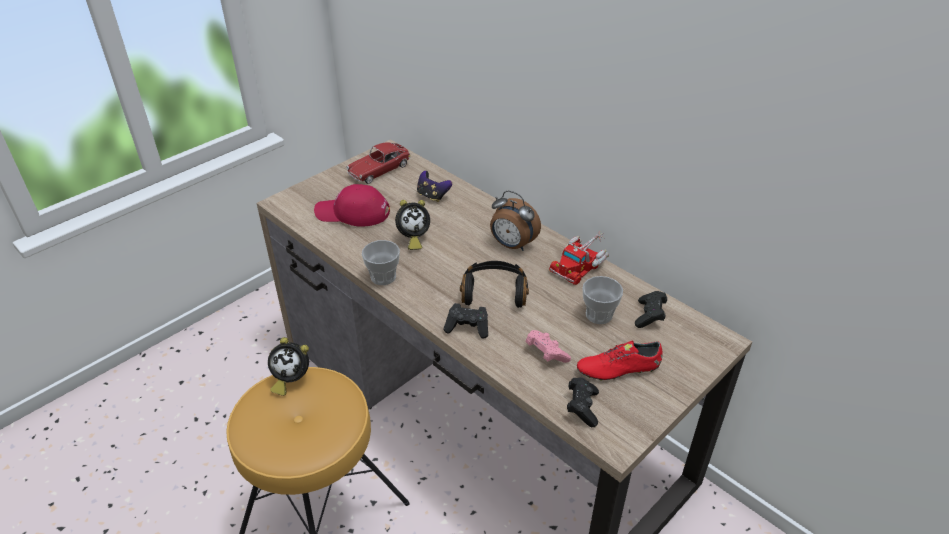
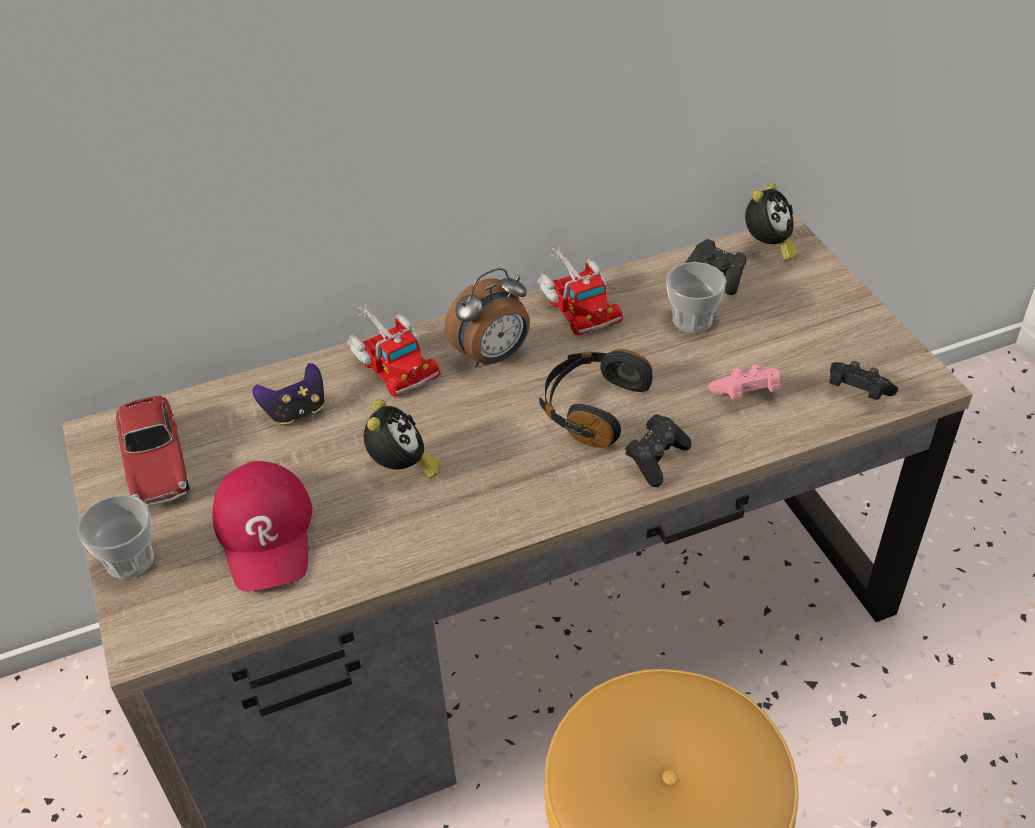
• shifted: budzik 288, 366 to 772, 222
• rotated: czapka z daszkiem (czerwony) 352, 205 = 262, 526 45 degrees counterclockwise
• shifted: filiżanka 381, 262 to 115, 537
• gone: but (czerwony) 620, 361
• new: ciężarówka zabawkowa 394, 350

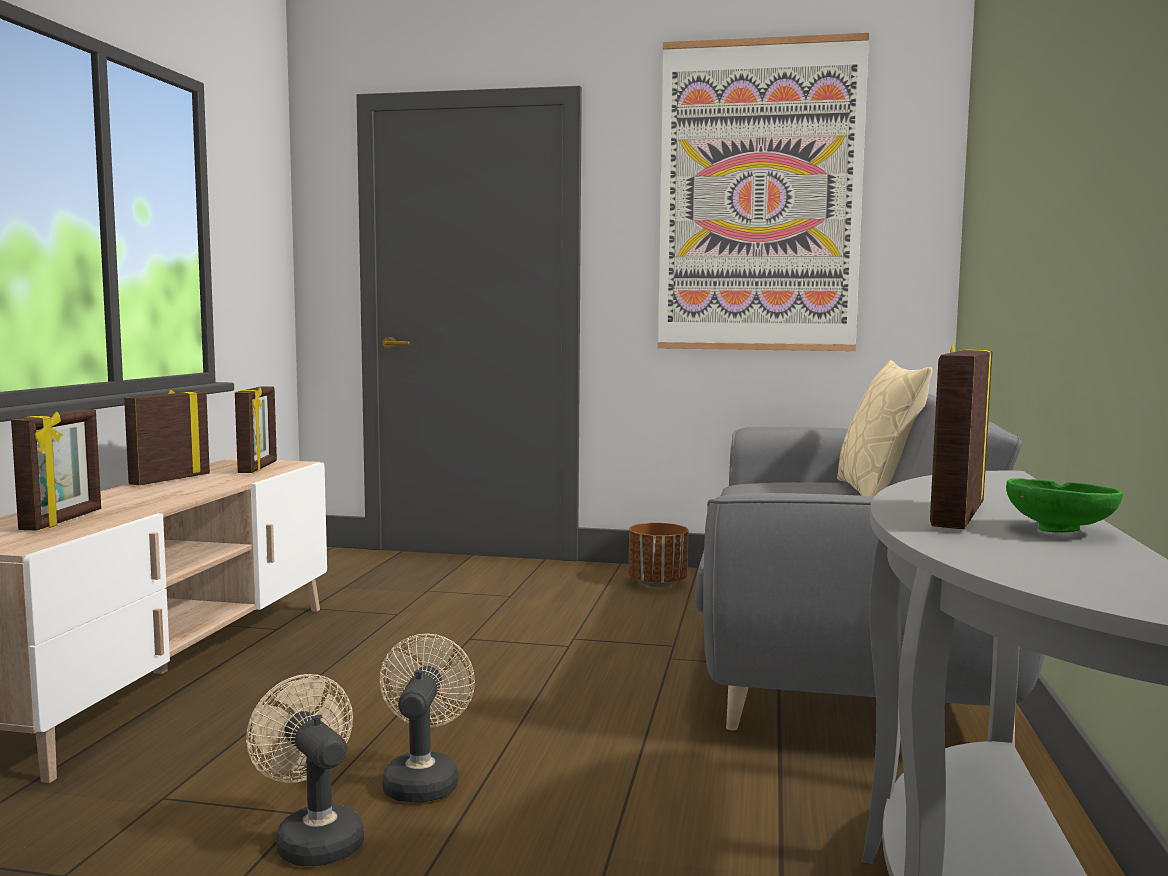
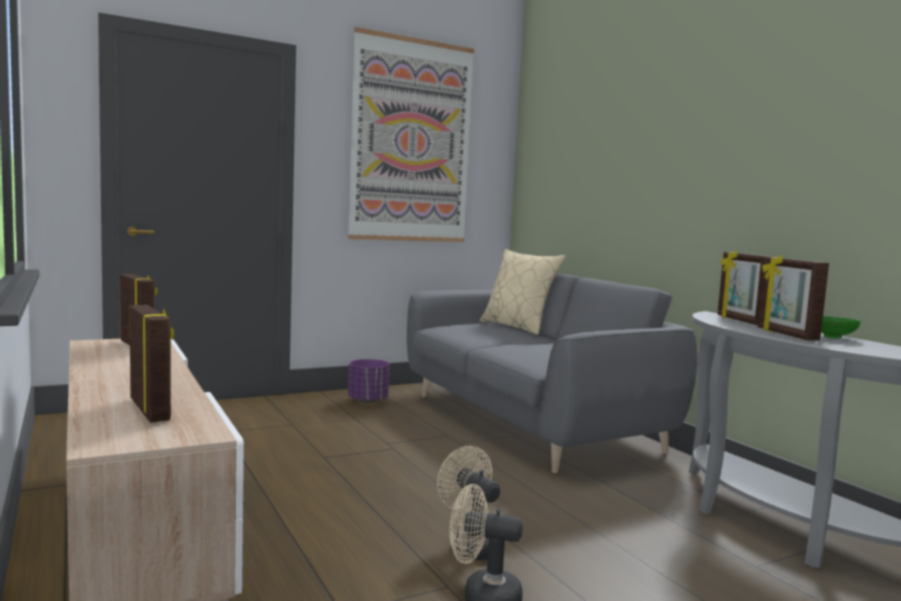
• shifted: ramka na zdjęcie 167, 437 to 745, 288
• repainted: donica (brązowy) 658, 555 to donica (fioletowy) 369, 381

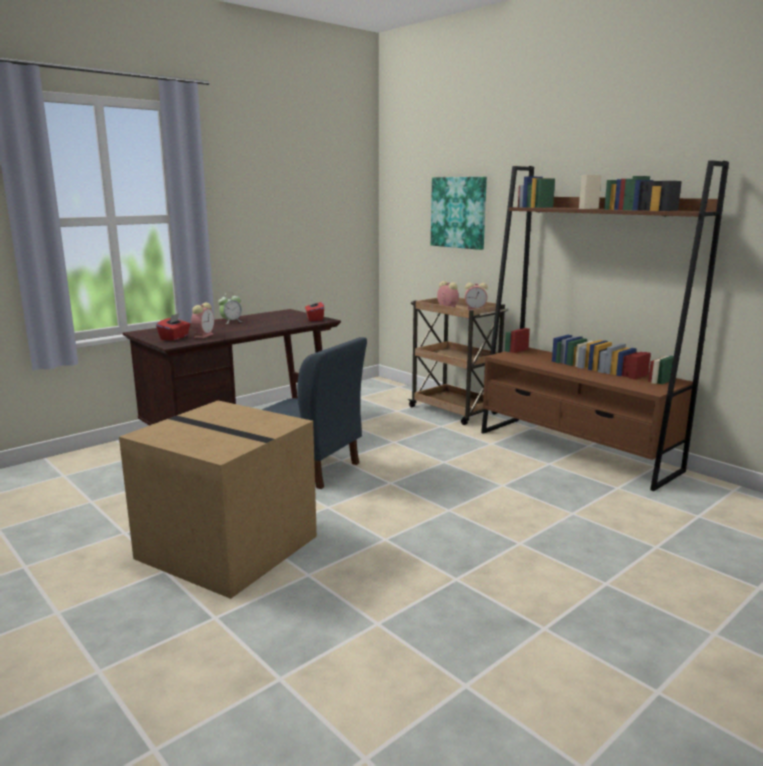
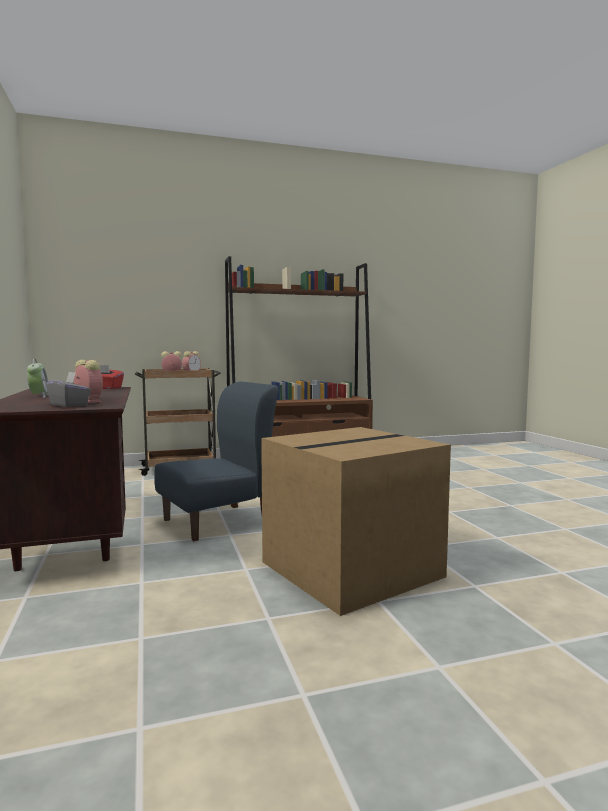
• repainted: pudełko chusteczek (czerwony) 173, 327 to pudełko chusteczek (szary) 68, 389
• gone: obraz 459, 213

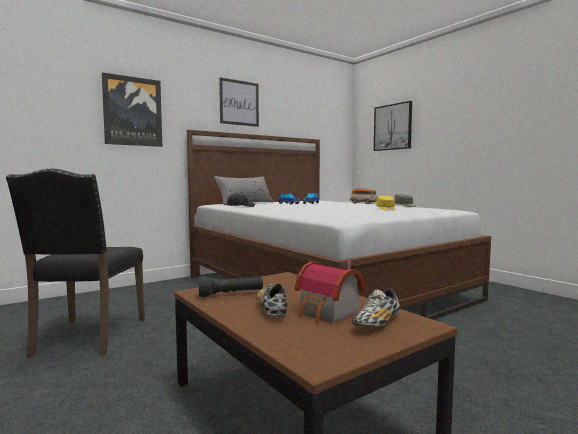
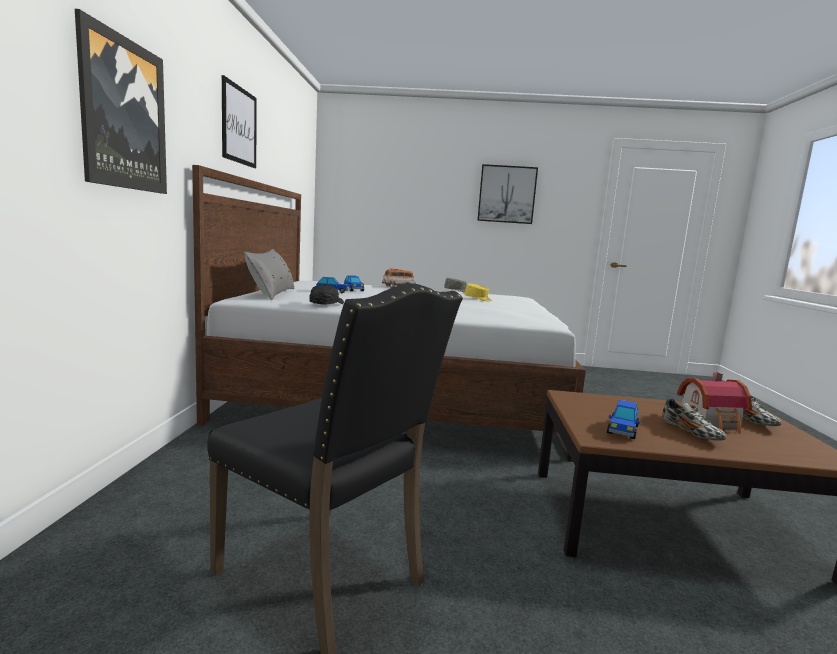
• swapped: latarka (czarny) 231, 286 to samochodzik 623, 419
• rotated: but 272, 300 = 694, 420 135 degrees counterclockwise
• shifted: obraz 393, 126 to 507, 194

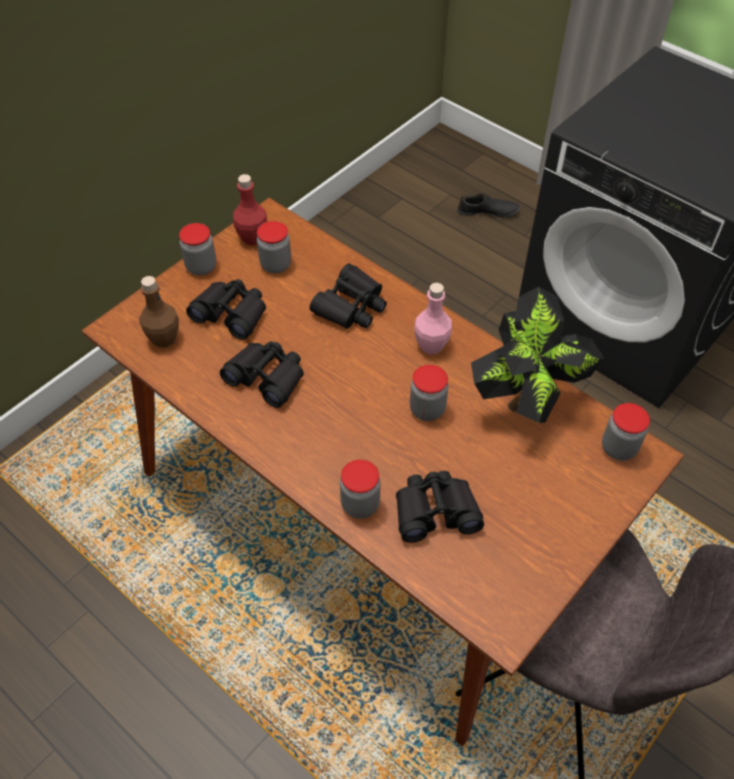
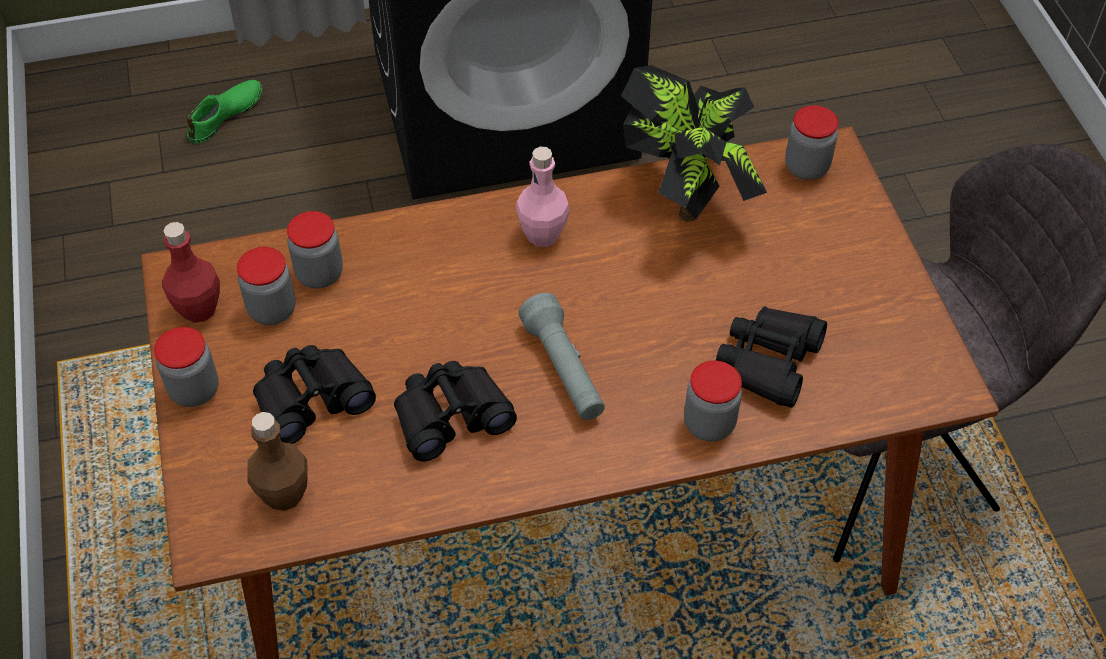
• gone: lornetka (czarny) 348, 296
• shifted: słoik 429, 393 to 315, 250
• repainted: but (czarny) 488, 205 to but (zielony) 224, 112
• new: latarka (szary) 561, 356

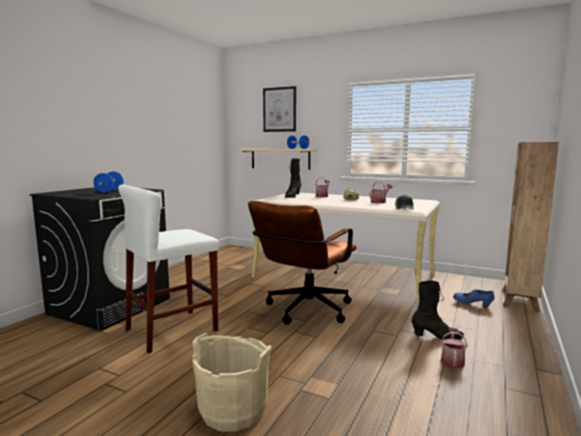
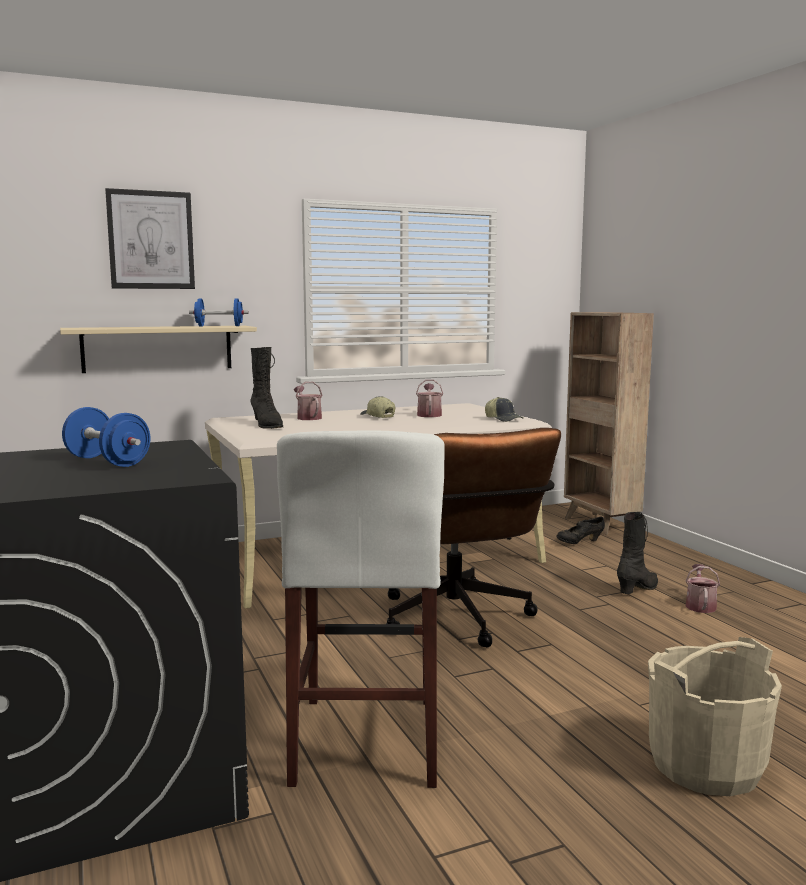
• rotated: konewka 454, 348 = 703, 588 45 degrees clockwise
• repainted: but (niebieski) 473, 298 to but (czarny) 580, 530

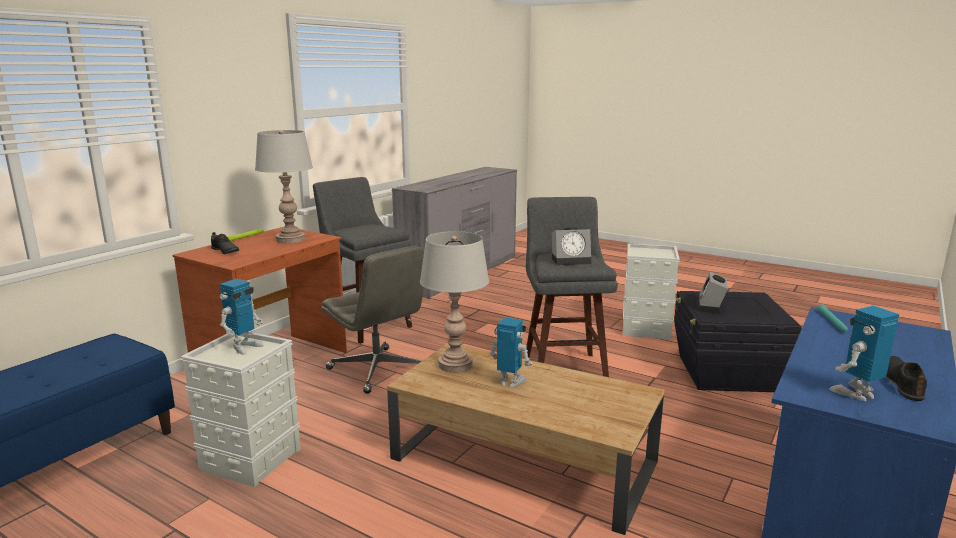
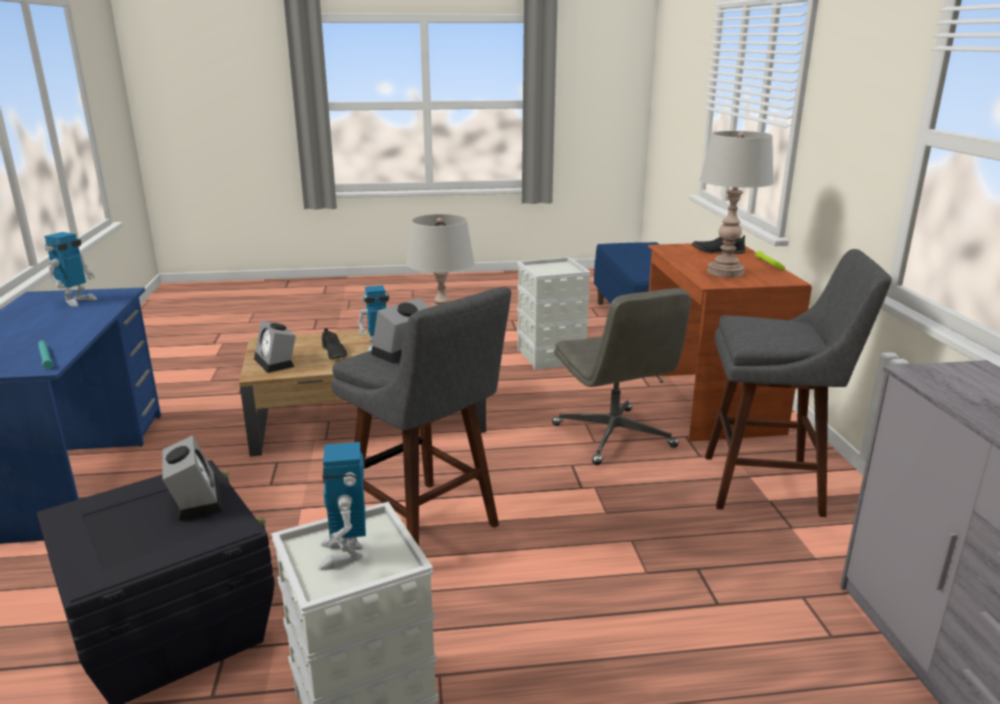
• shifted: robot zabawkowy 241, 317 to 342, 506
• rotated: krzesło biurowe (szary) 372, 320 = 621, 376 120 degrees counterclockwise
• shifted: but (czarny) 906, 378 to 334, 343
• new: budzik 275, 347

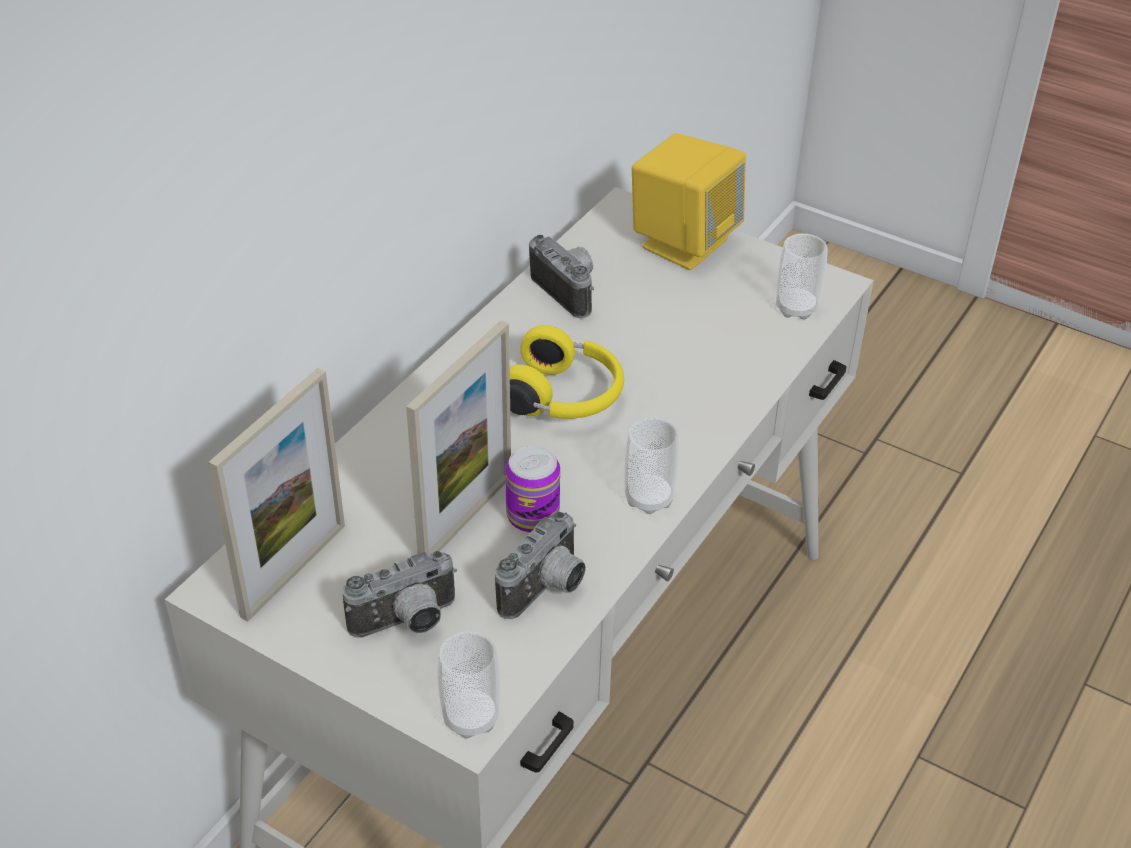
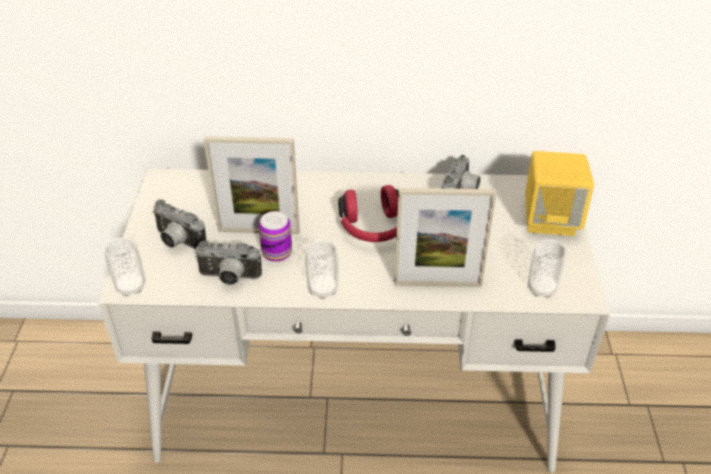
• shifted: ramka na zdjęcie 277, 494 to 445, 237
• repainted: słuchawki (żółty) 567, 372 to słuchawki (czerwony) 368, 213

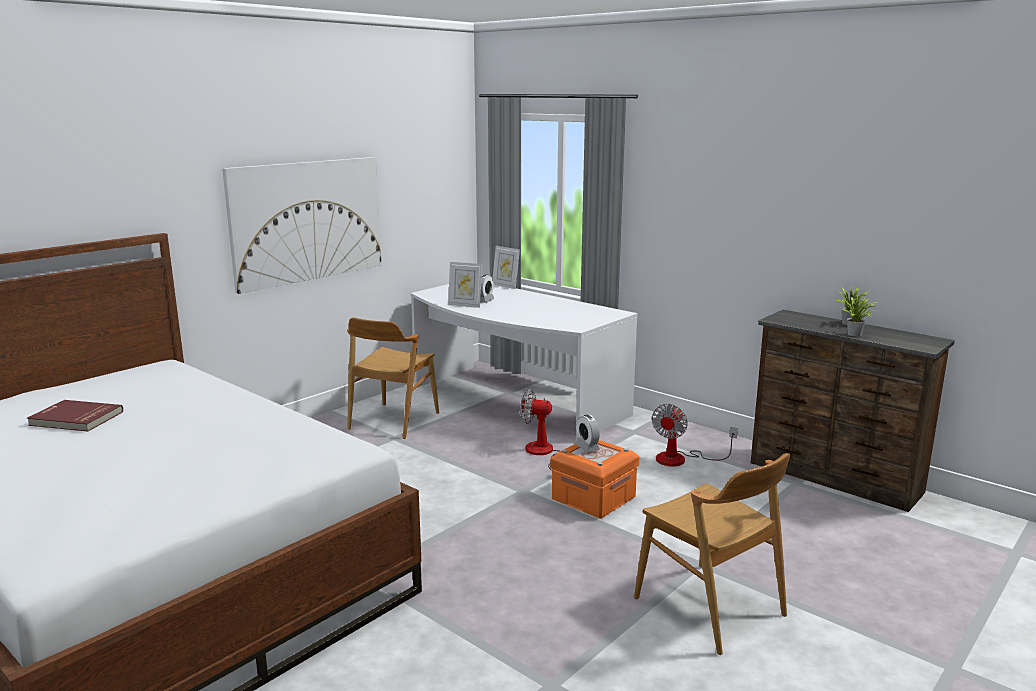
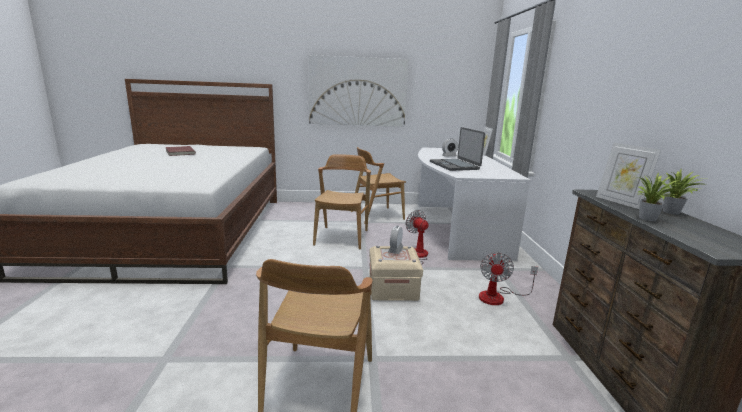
• shifted: ramka na zdjęcie 465, 285 to 628, 176
• repainted: pojemnik do przechowywania (pomarańczowy) 595, 479 to pojemnik do przechowywania (beżowy) 396, 273
• rotated: wentylator 695, 435 = 508, 278 60 degrees counterclockwise
• new: krzesło (brązowy) 342, 202
• new: laptop 457, 149

